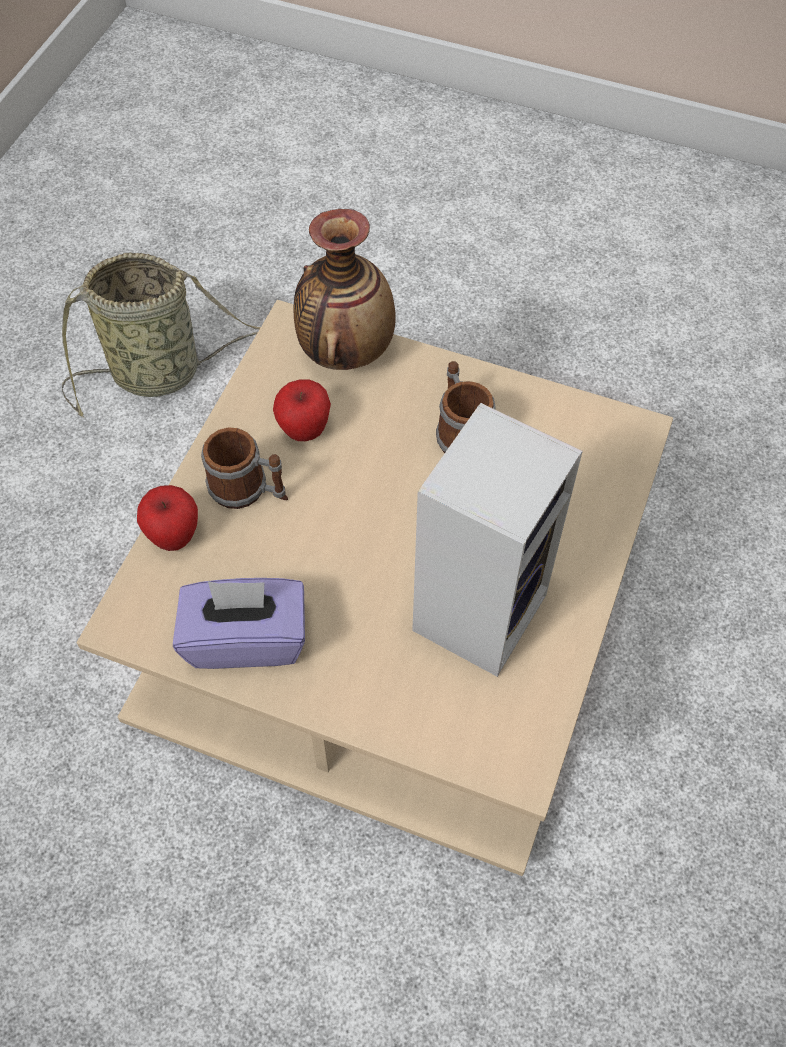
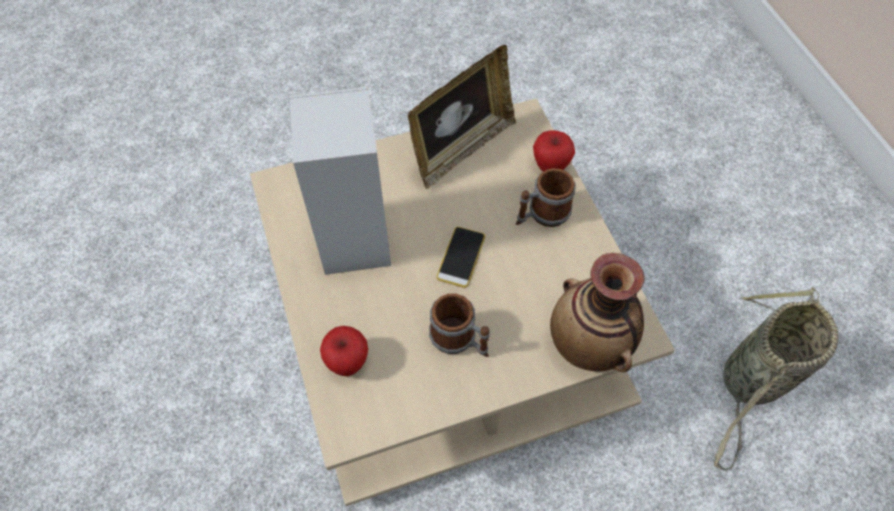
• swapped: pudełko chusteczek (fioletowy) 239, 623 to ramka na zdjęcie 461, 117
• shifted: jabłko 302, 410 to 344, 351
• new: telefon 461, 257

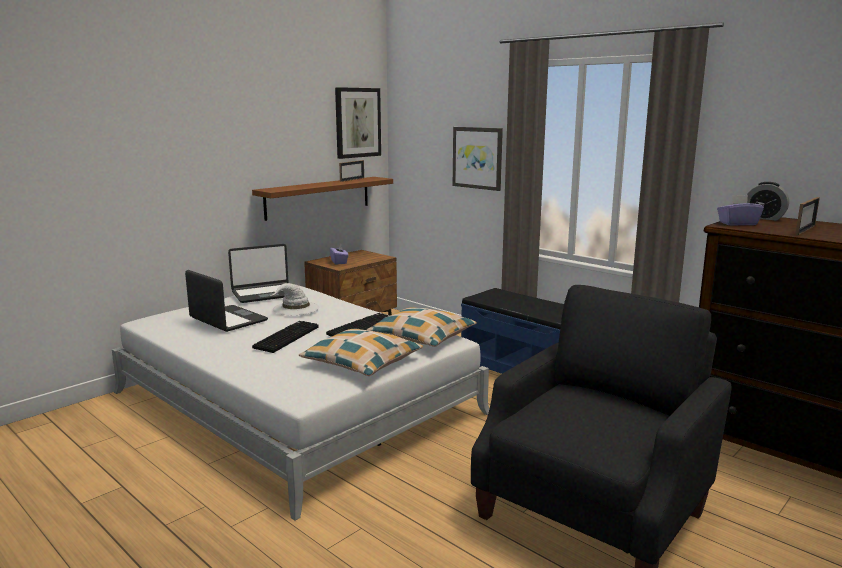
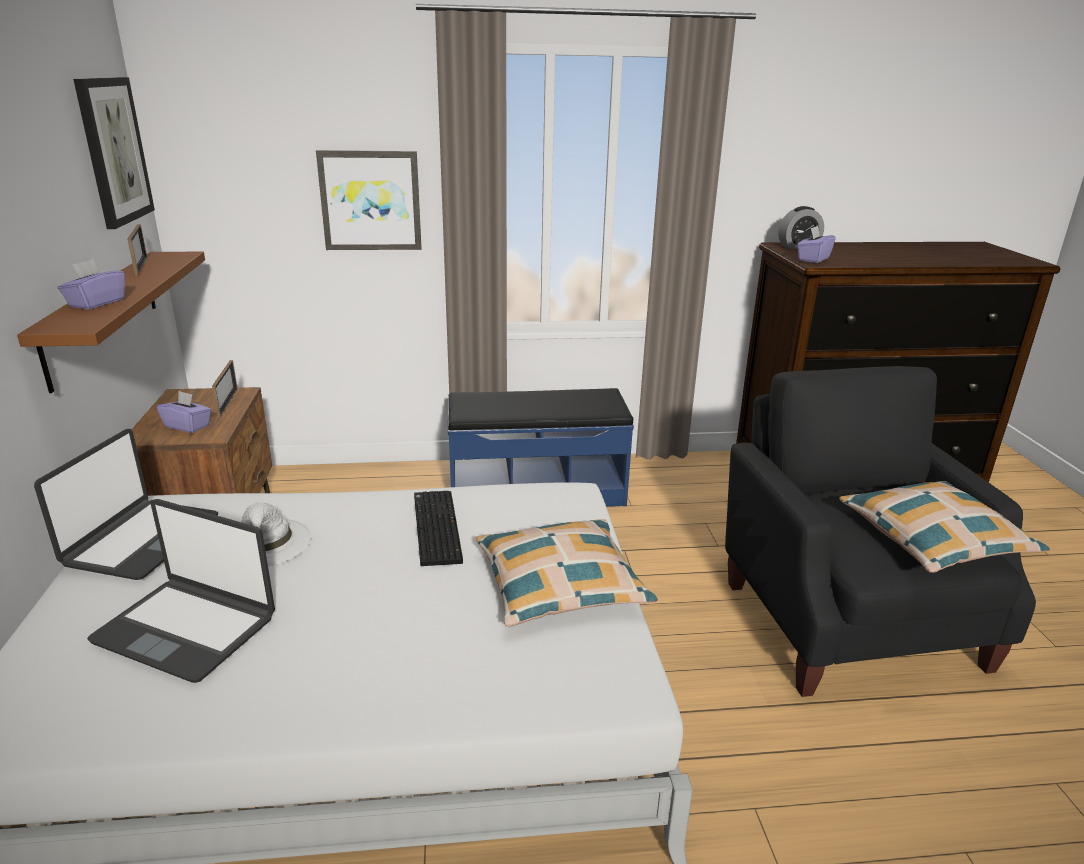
• rotated: laptop 226, 301 = 181, 591 150 degrees counterclockwise
• gone: klawiatura 285, 337
• shifted: poduszka 422, 327 to 944, 527
• shifted: ramka na zdjęcie 807, 216 to 225, 388
• new: pudełko chusteczek (fioletowy) 91, 284

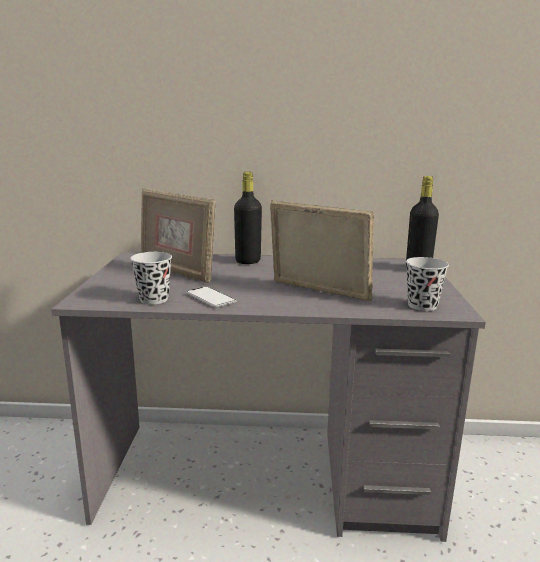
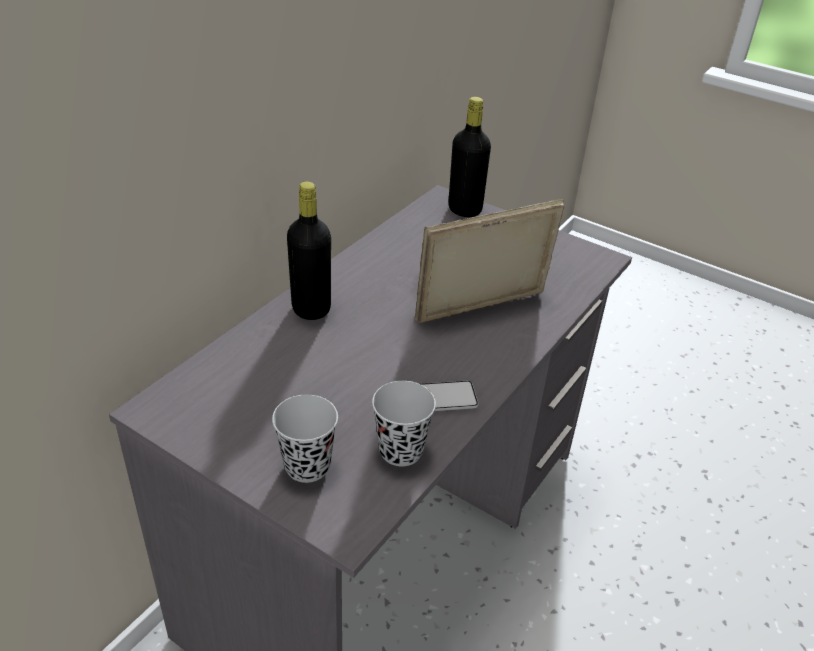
• gone: ramka na zdjęcie 178, 235
• shifted: filiżanka (czarny) 427, 284 to 305, 439

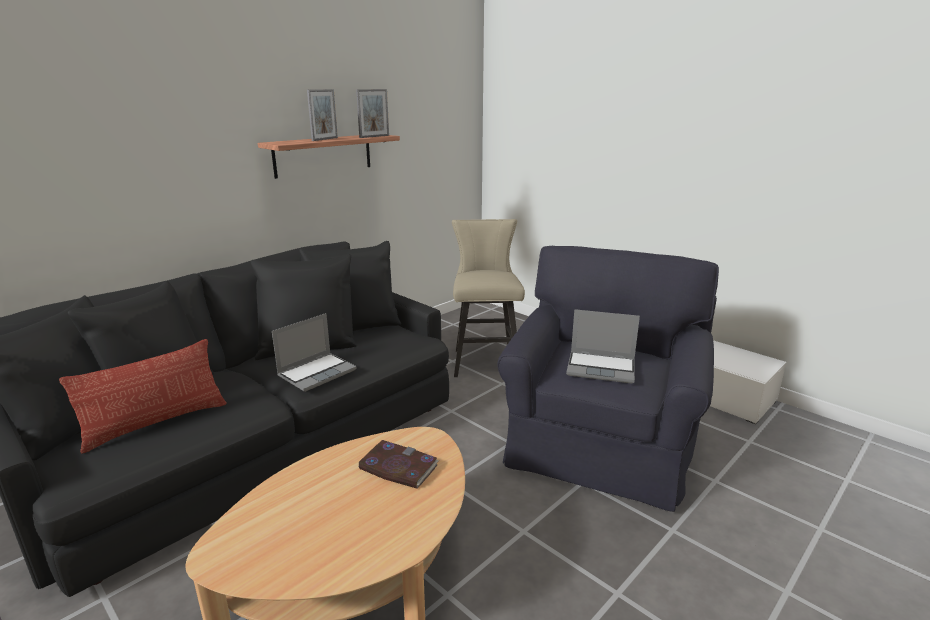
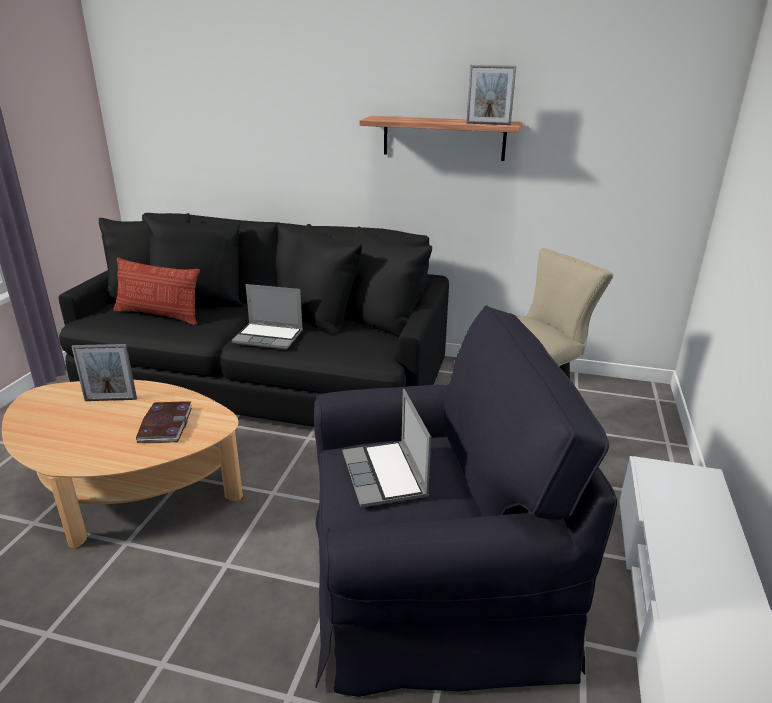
• shifted: ramka na zdjęcie 322, 115 to 104, 372

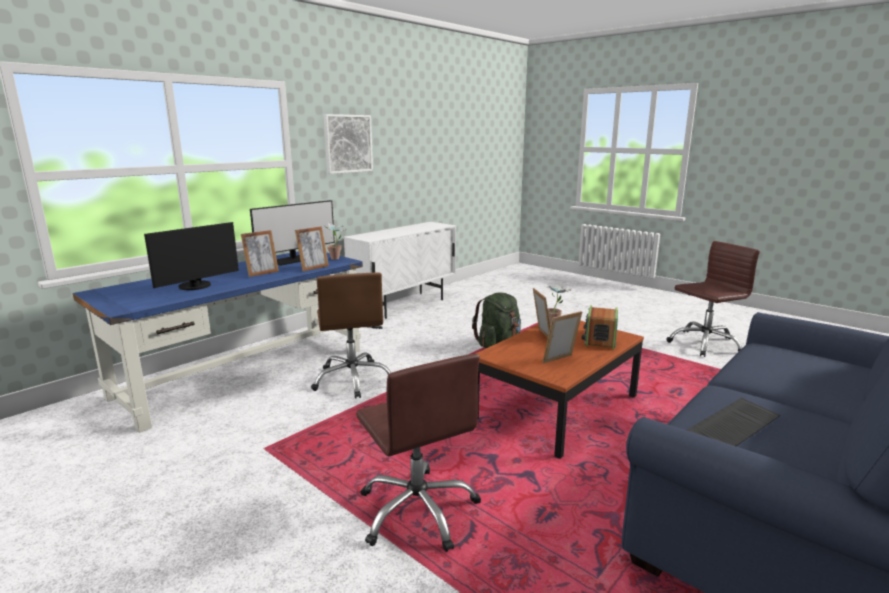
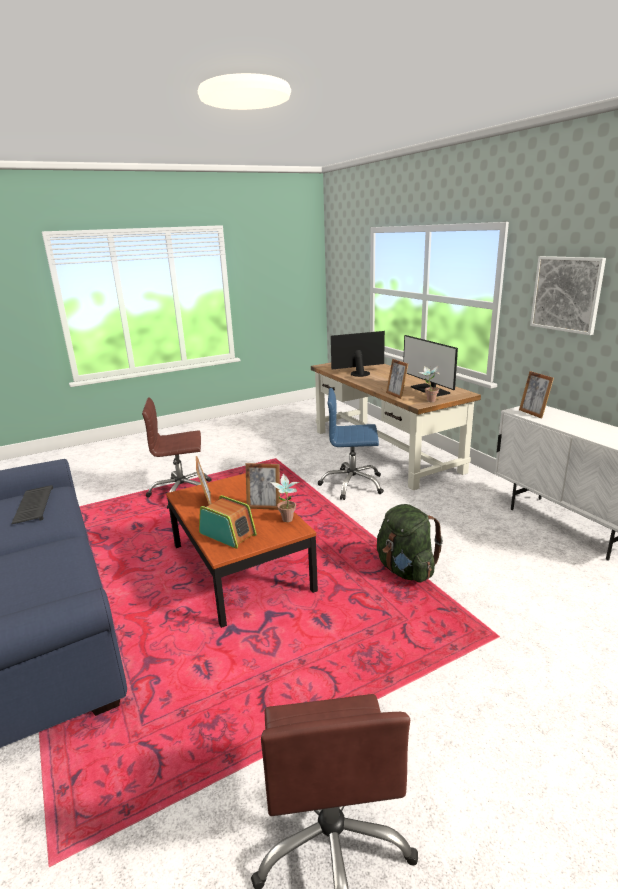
• repainted: biurko (niebieski) 218, 342 to biurko (brązowy) 396, 426
• rotated: monitor 191, 256 = 358, 354 105 degrees clockwise
• shifted: ramka na zdjęcie 260, 253 to 536, 395
• repainted: krzesło biurowe (brązowy) 351, 335 to krzesło biurowe (niebieski) 351, 444

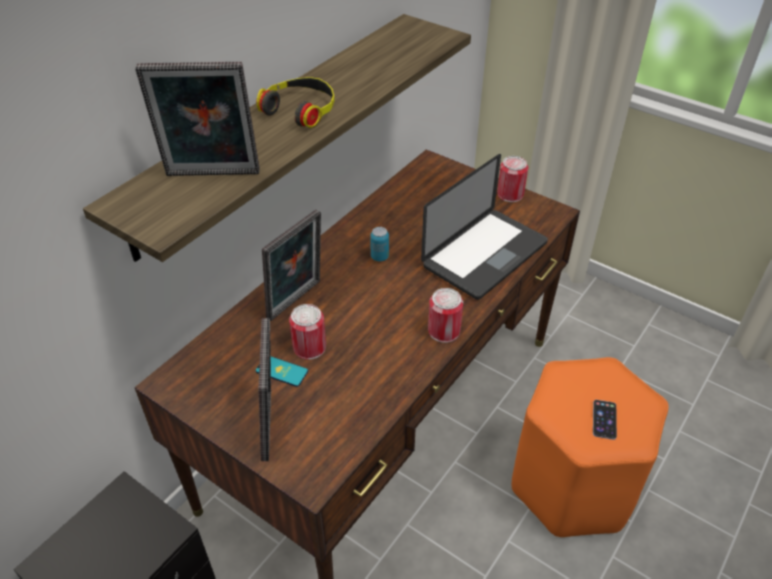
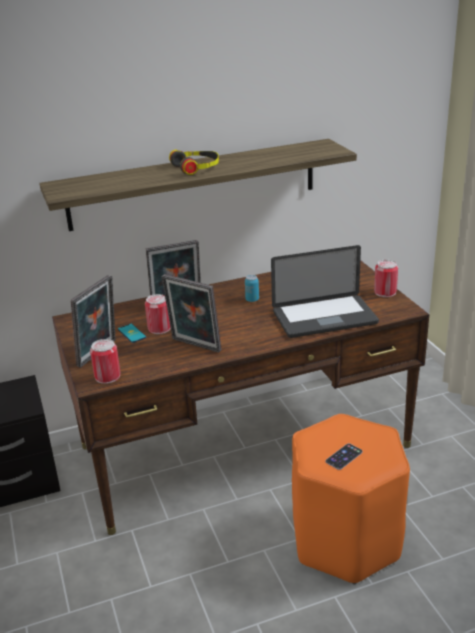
• shifted: ramka na zdjęcie 197, 119 to 191, 313
• shifted: puszka 445, 315 to 105, 361

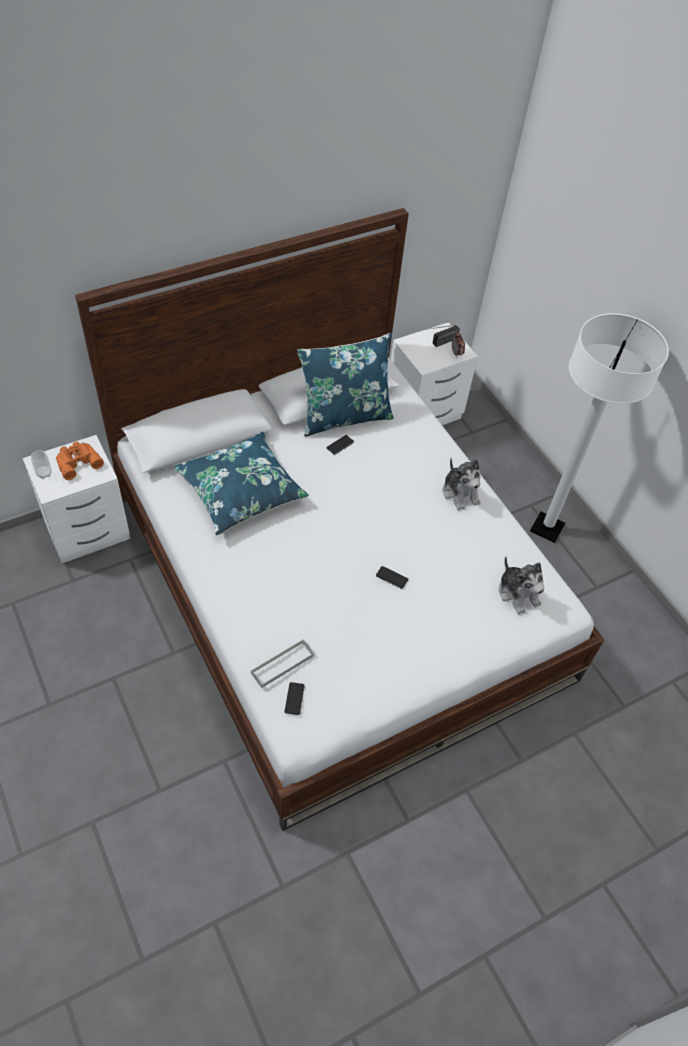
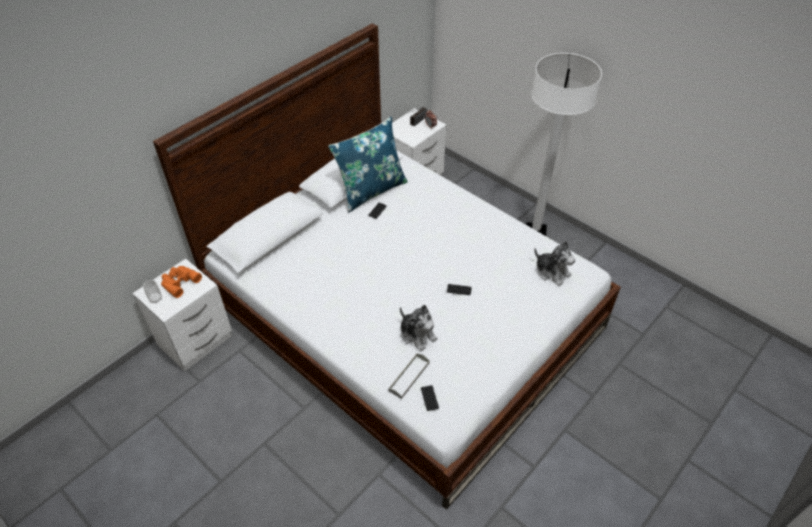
• gone: poduszka (niebieski) 241, 483
• shifted: pluszak 462, 484 to 419, 328

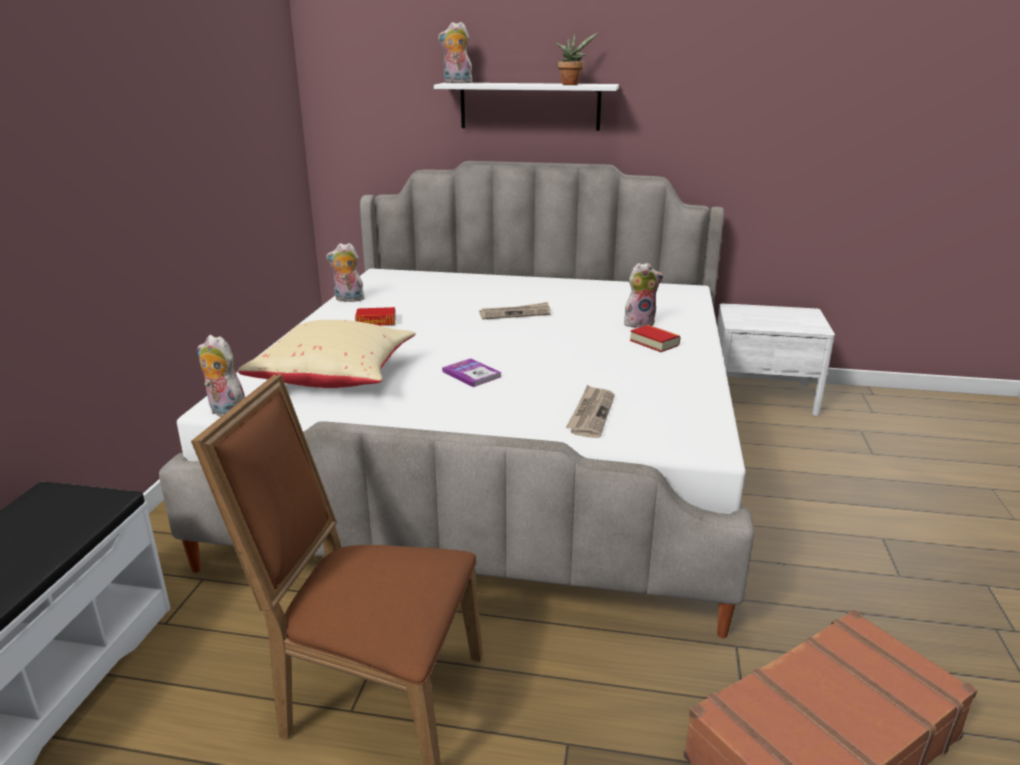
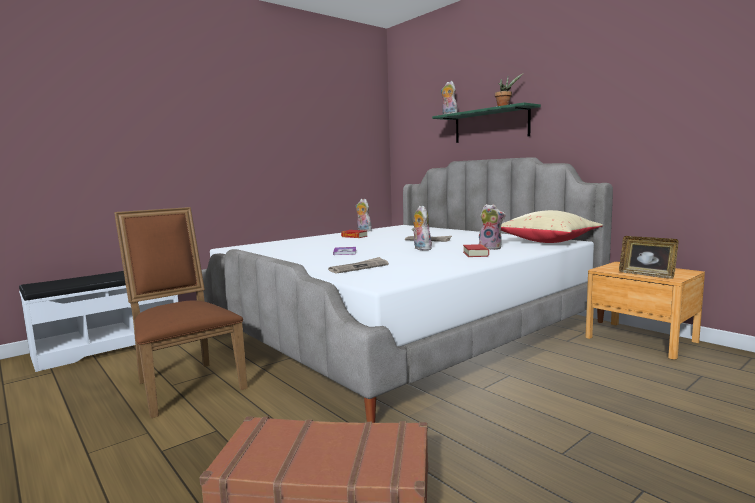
• shifted: pluszak 221, 376 to 422, 228
• shifted: poduszka (beżowy) 327, 354 to 552, 226
• repainted: półka (biały) 526, 107 to półka (zielony) 486, 122
• repainted: szafka nocna (biały) 776, 359 to szafka nocna (brązowy) 645, 310
• new: ramka na zdjęcie 648, 257

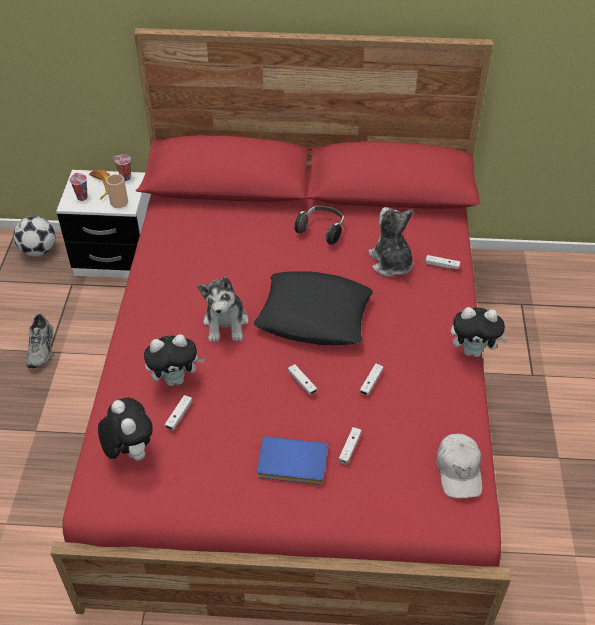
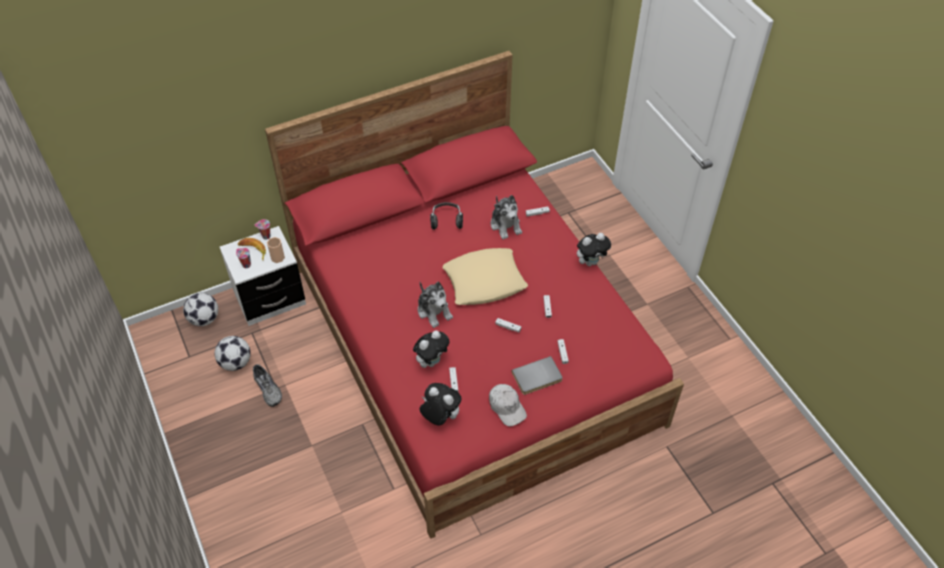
• repainted: poduszka (czarny) 313, 308 to poduszka (beżowy) 485, 276
• repainted: książka (niebieski) 292, 460 to książka (szary) 537, 375
• rotated: pluszak 391, 242 = 506, 217 150 degrees counterclockwise
• shifted: czapka z daszkiem (biały) 459, 465 to 508, 405
• new: piłka futbolowa 232, 353

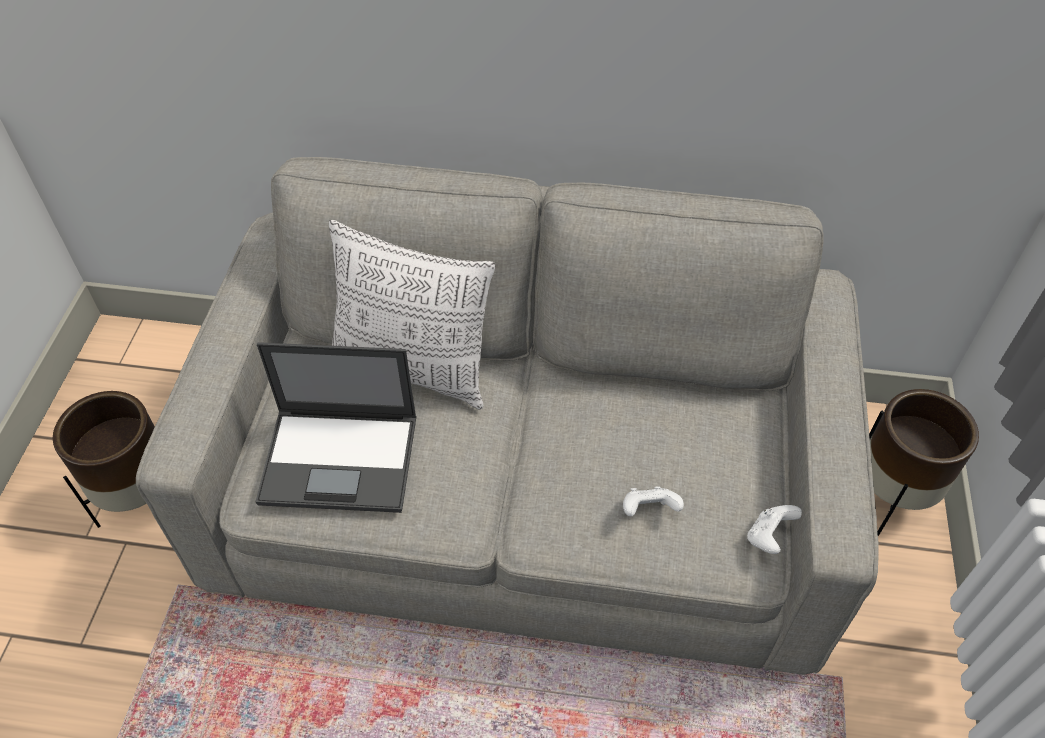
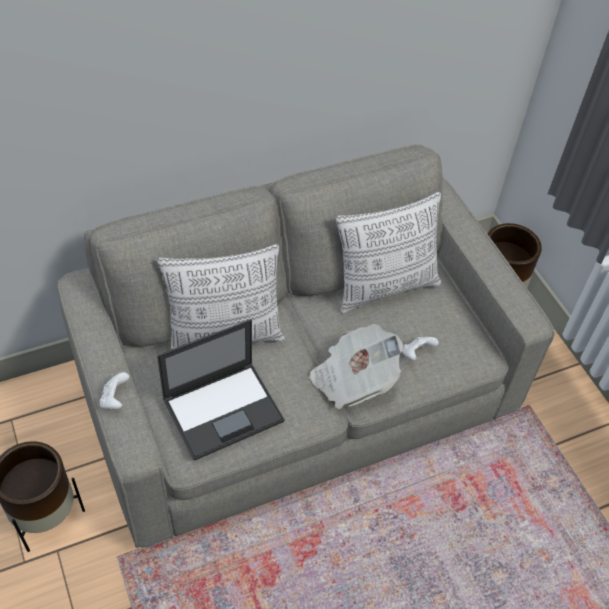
• shifted: pad do gier (biały) 774, 529 to 114, 391
• new: gazeta 356, 366
• new: poduszka 388, 253

